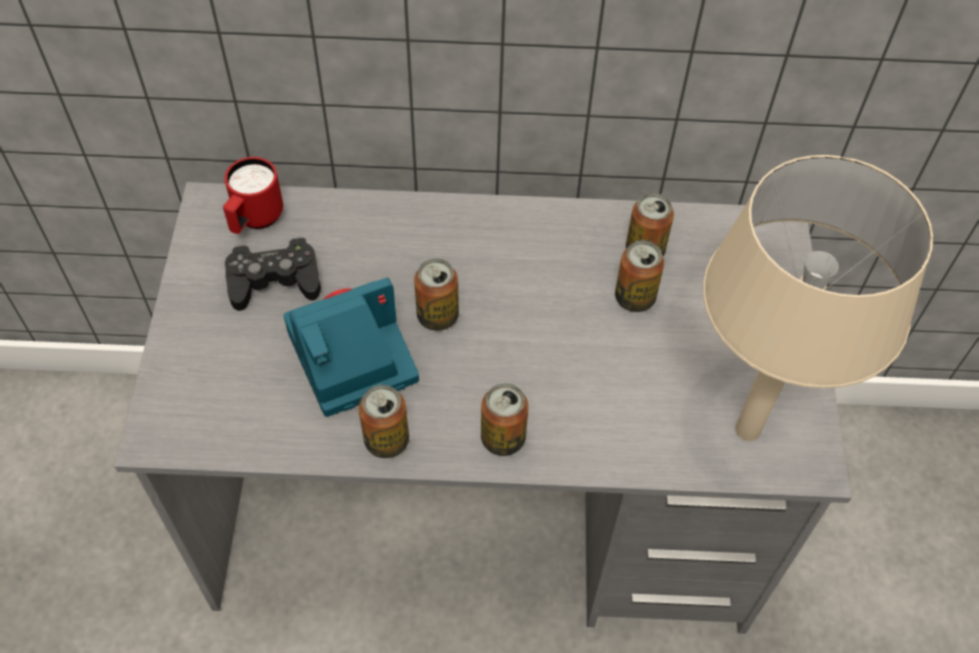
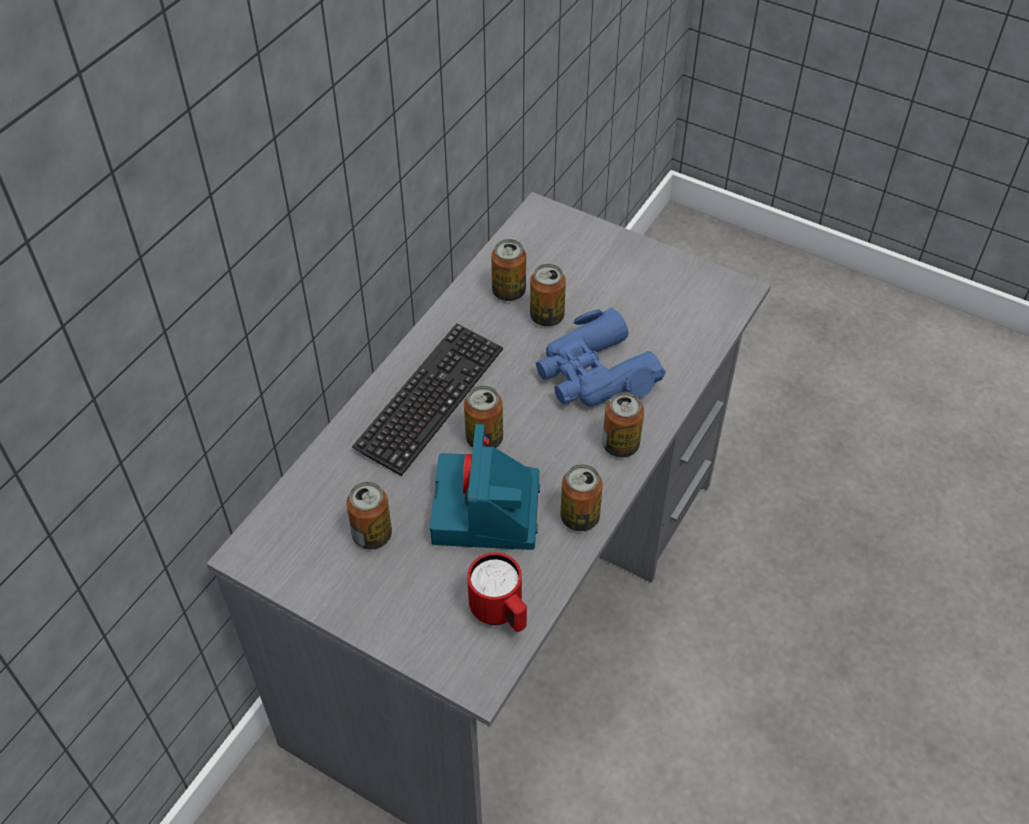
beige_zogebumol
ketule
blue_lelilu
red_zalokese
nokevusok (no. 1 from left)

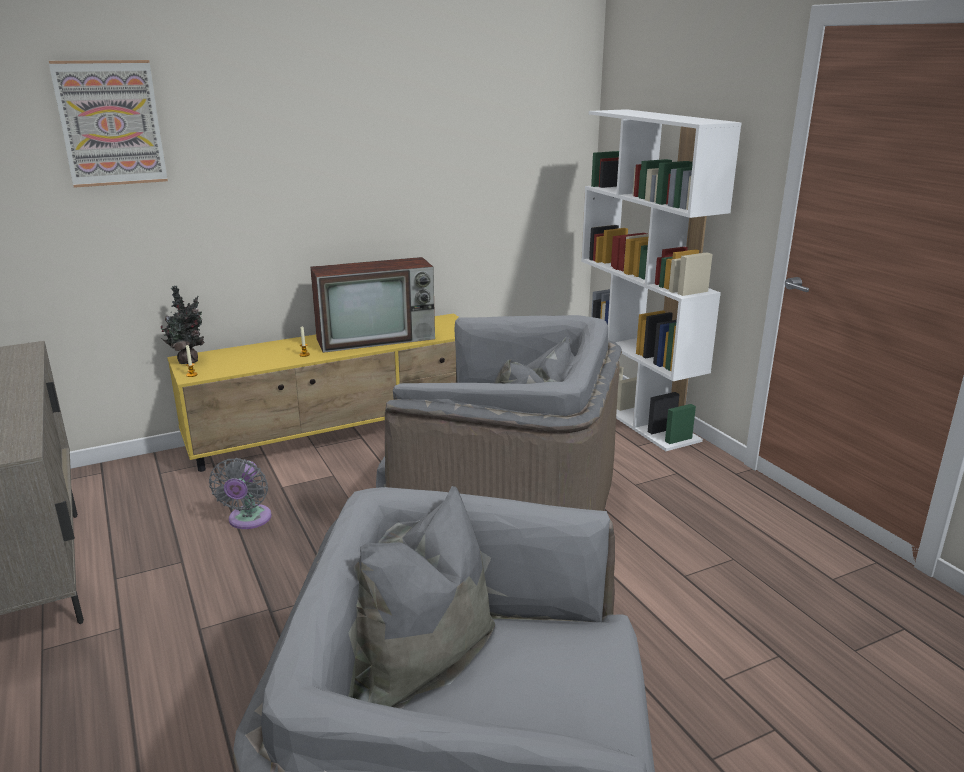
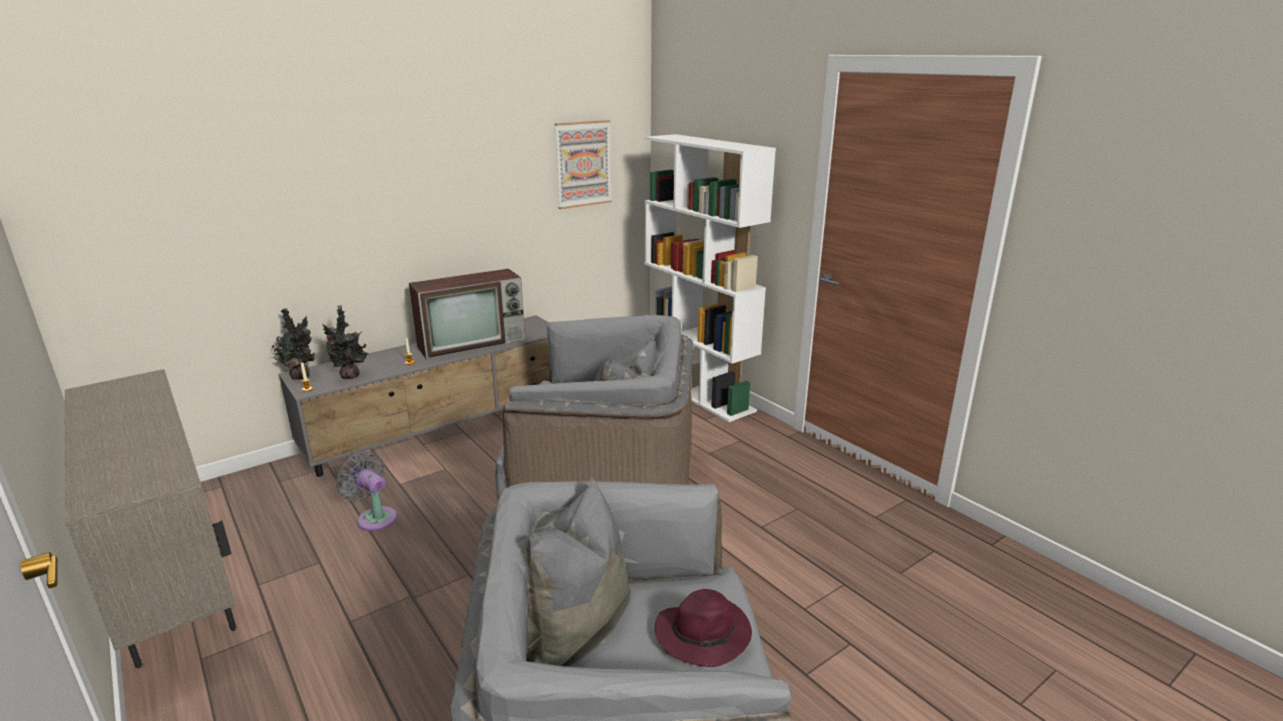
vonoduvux (no. 2 from left)
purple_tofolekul
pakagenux
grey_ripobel
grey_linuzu

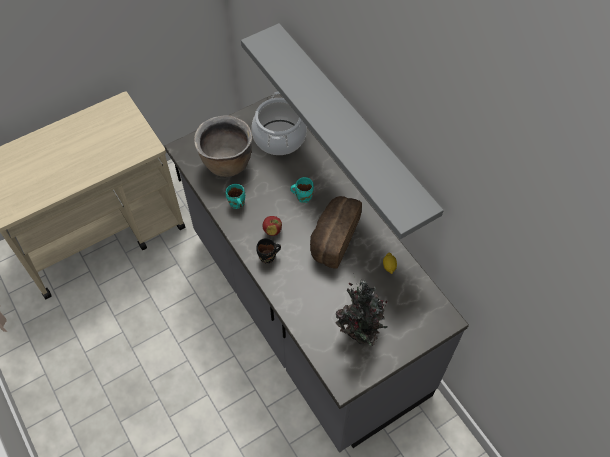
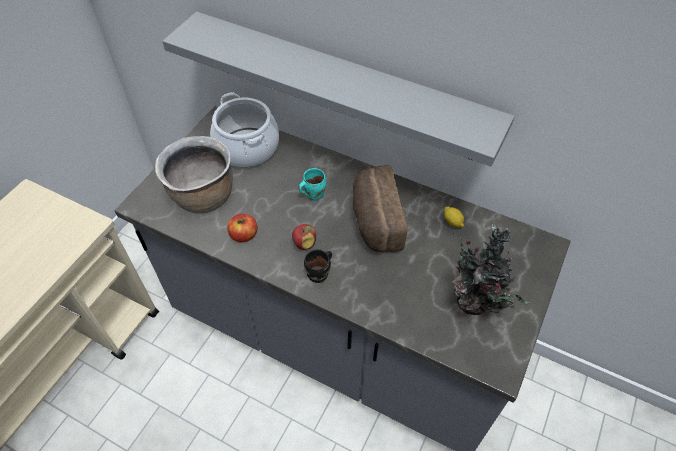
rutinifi (no. 1 from left)

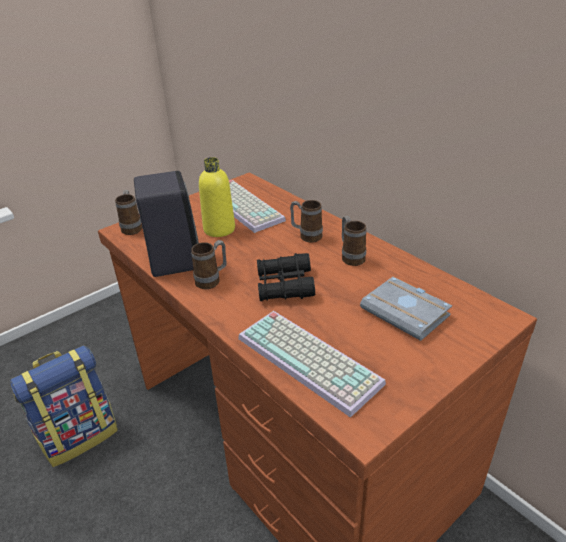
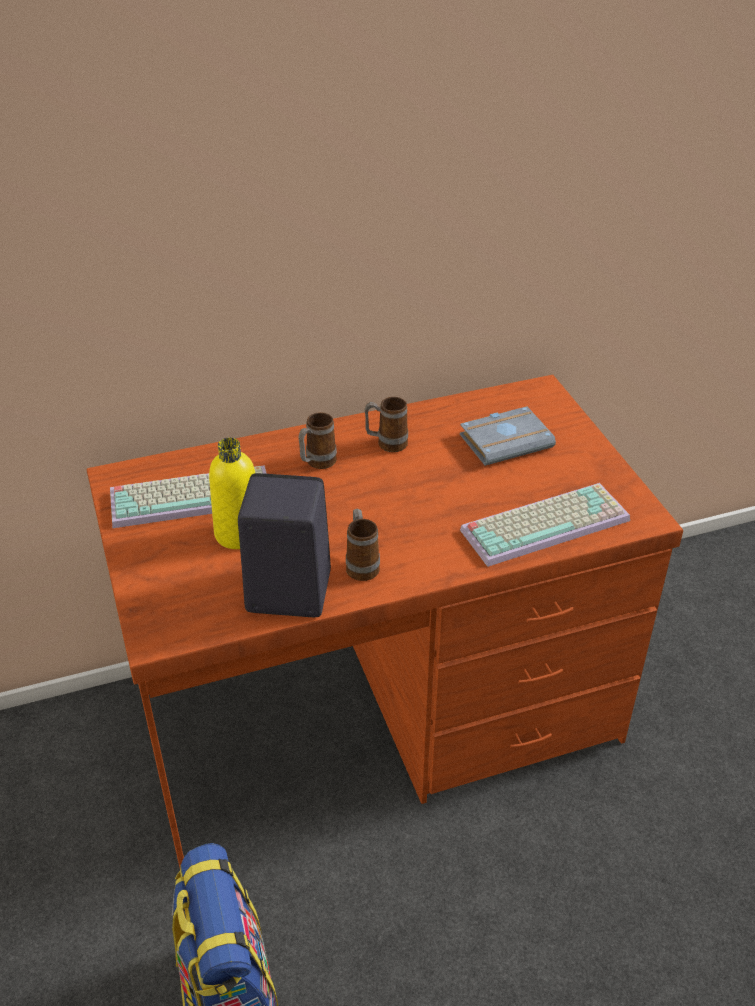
zalokese (no. 1 from left in the first image)
black_lelilu

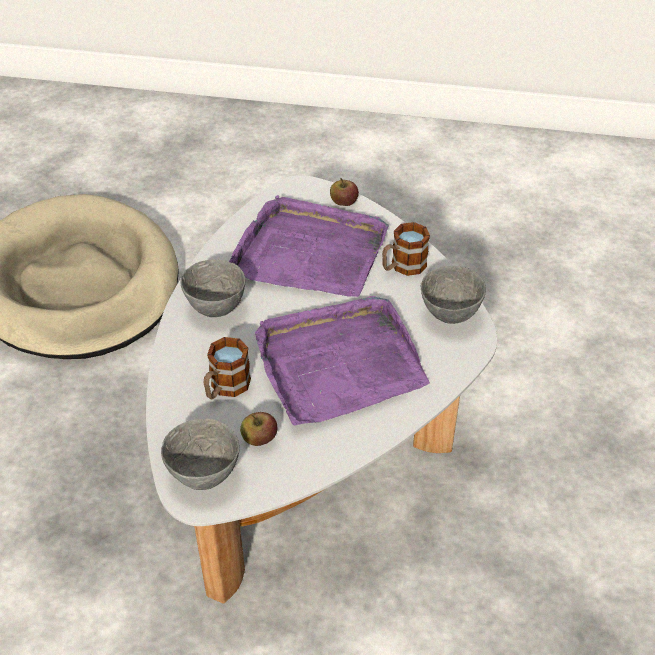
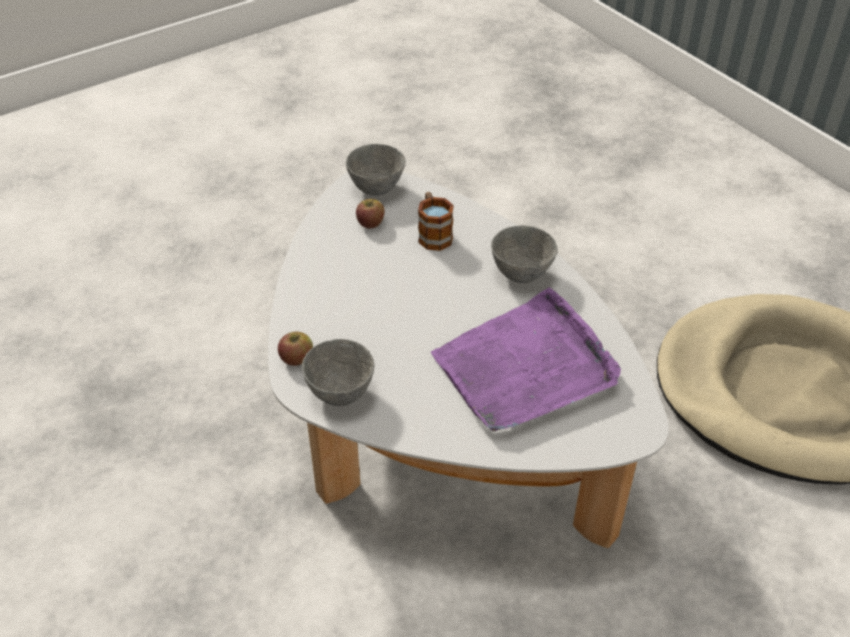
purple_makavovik (no. 2 from left in the first image)
zalokese (no. 2 from left in the first image)
rutinifi (no. 1 from left)

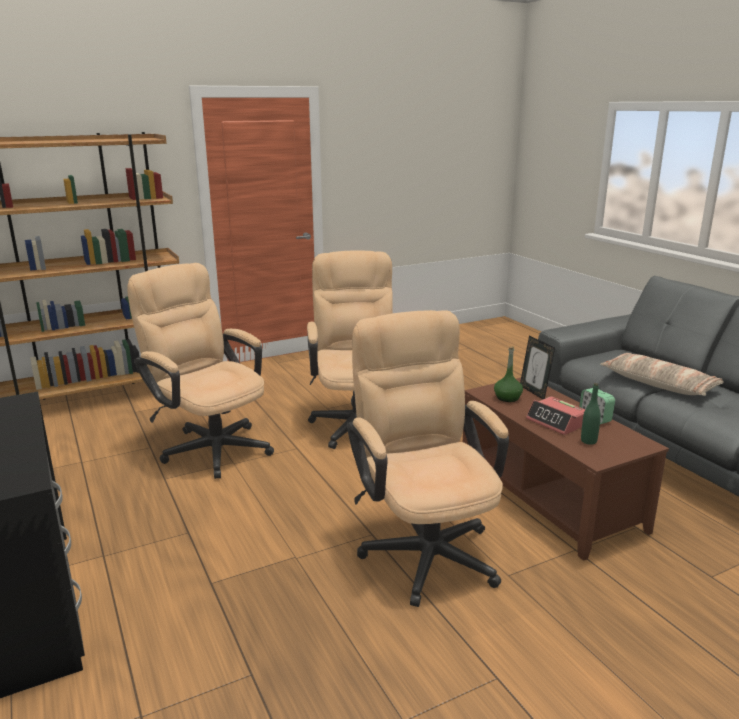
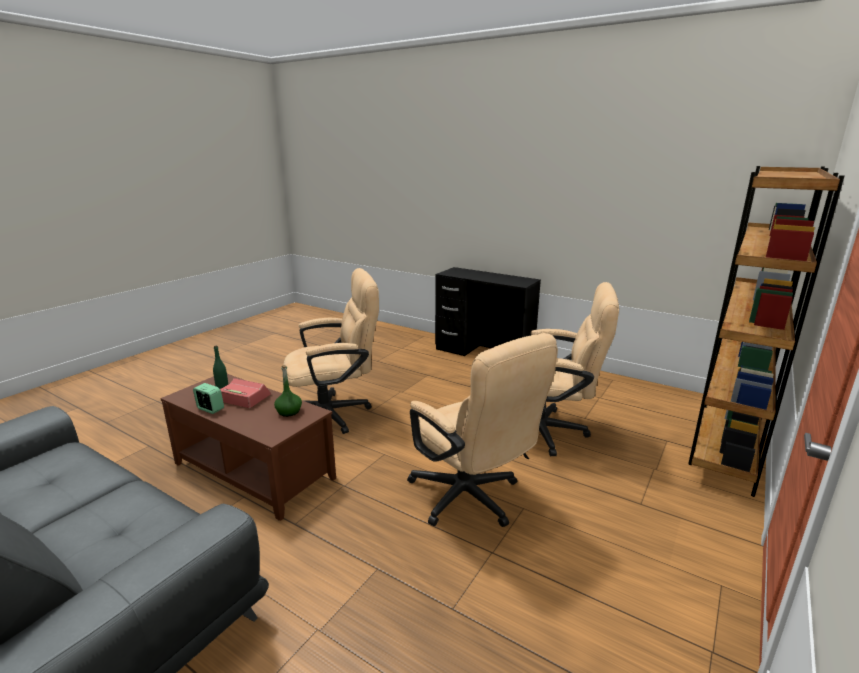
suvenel
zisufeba
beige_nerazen (no. 1 from left)

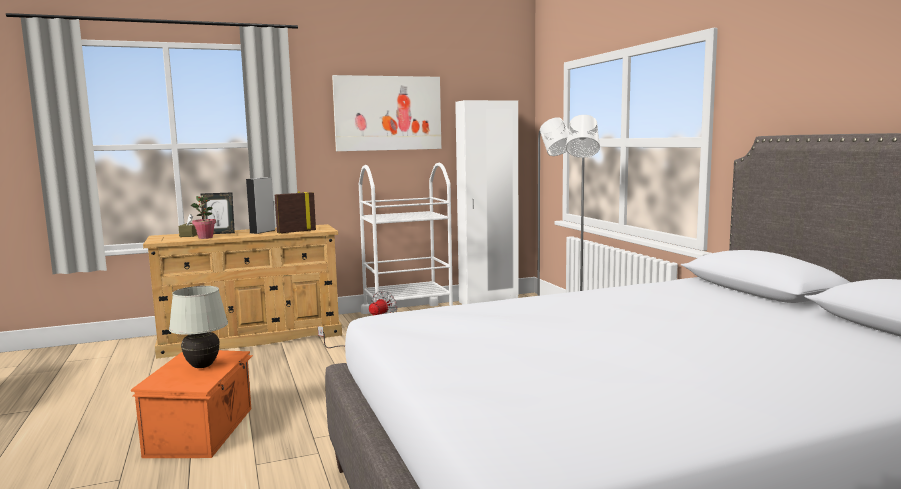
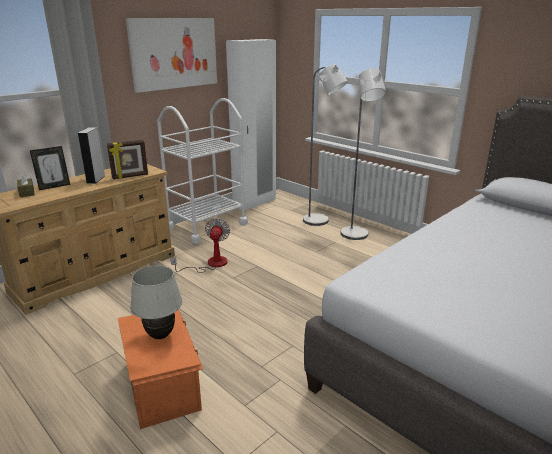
vonoduvux
suvenel (no. 2 from left)

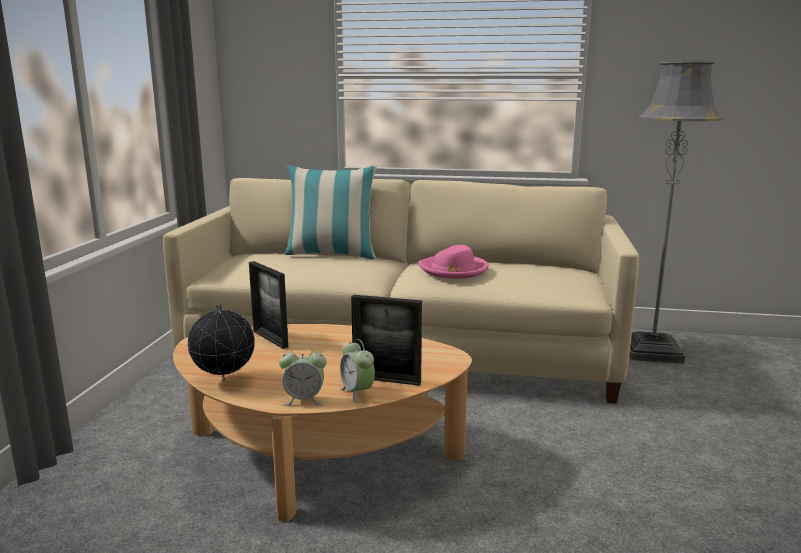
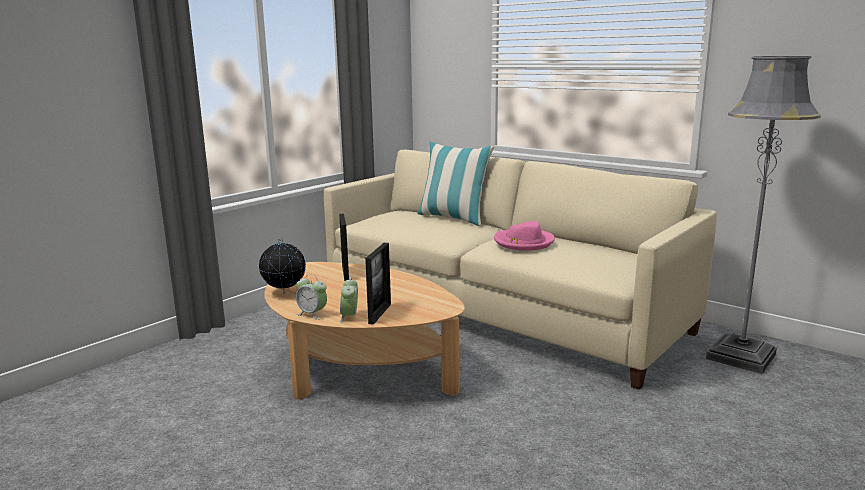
suvenel (no. 2 from left)

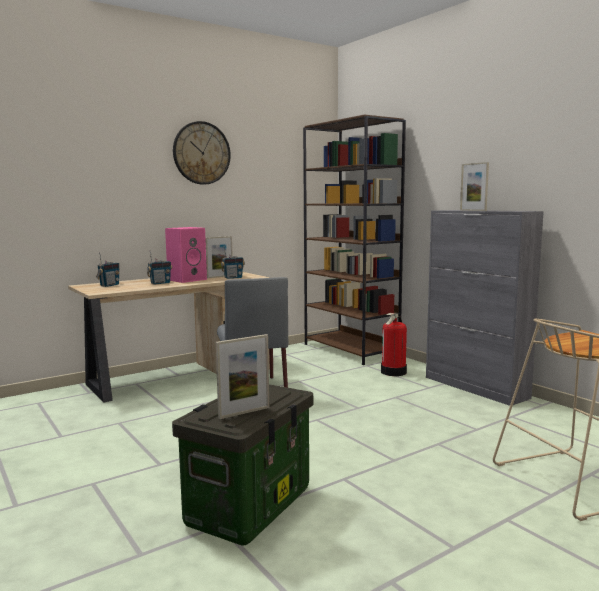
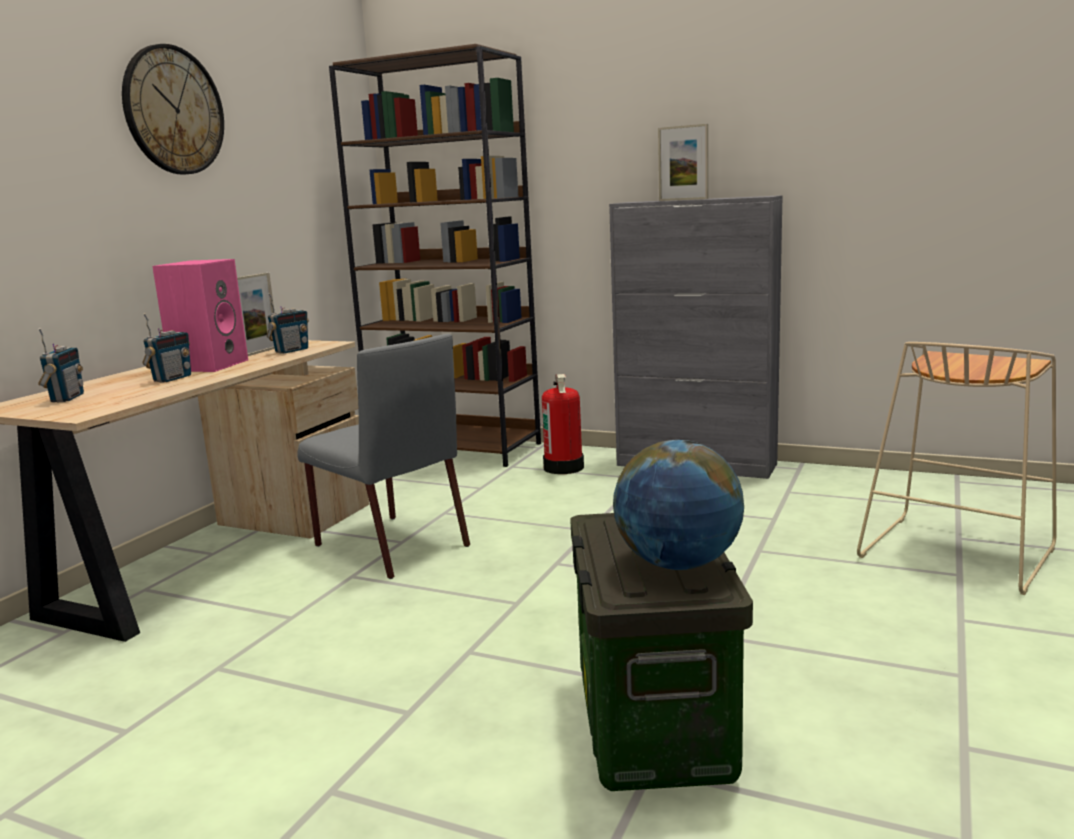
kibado

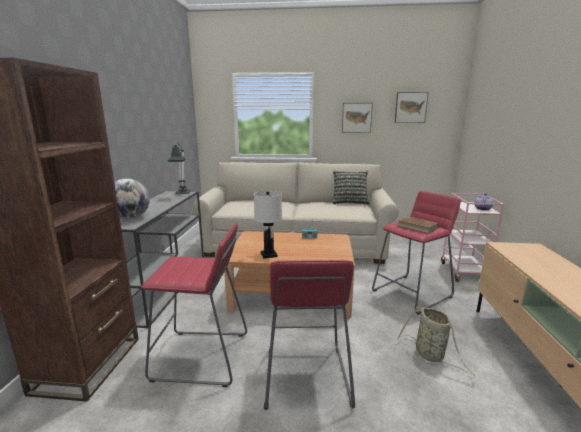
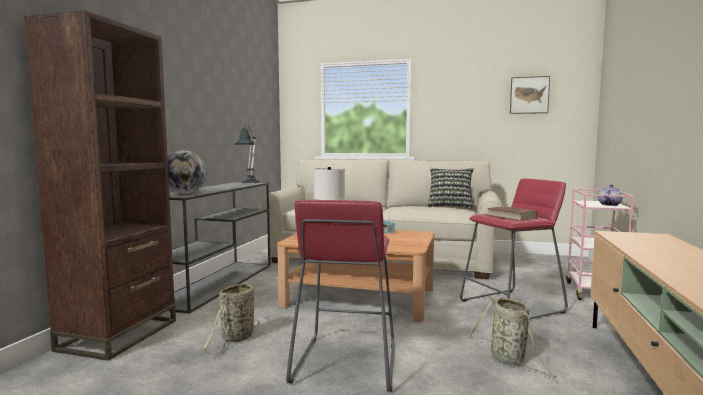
pakagenux (no. 1 from left in the first image)
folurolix (no. 1 from left)

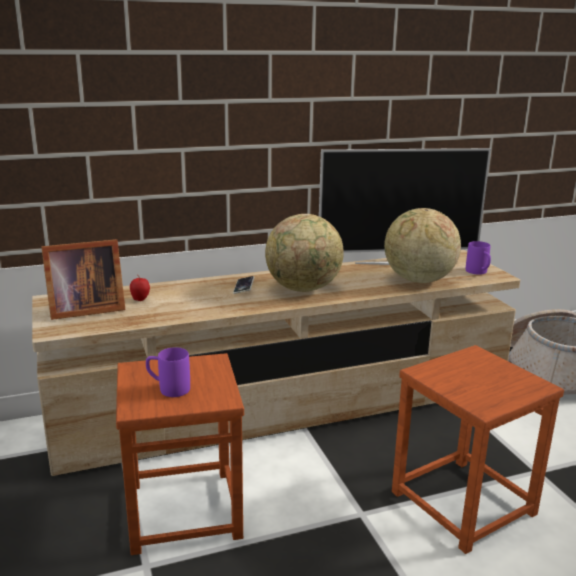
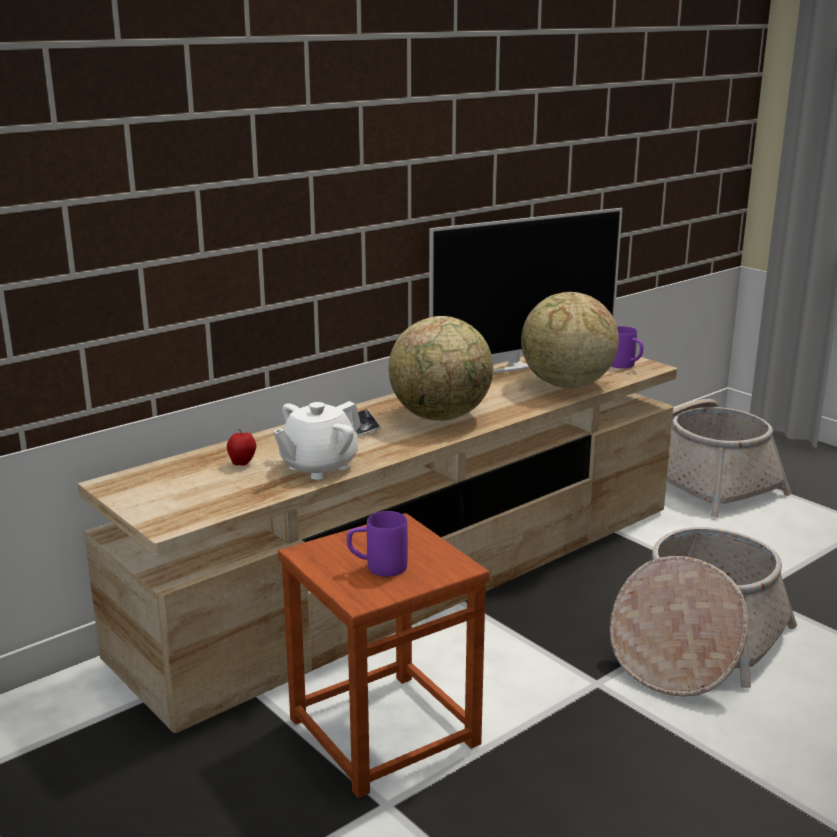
suvenel
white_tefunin
folurolix (no. 1 from left)

